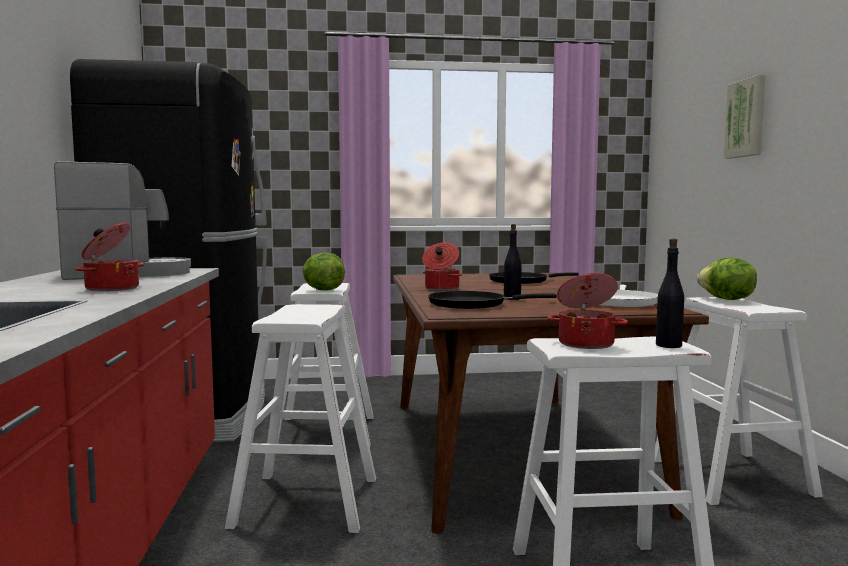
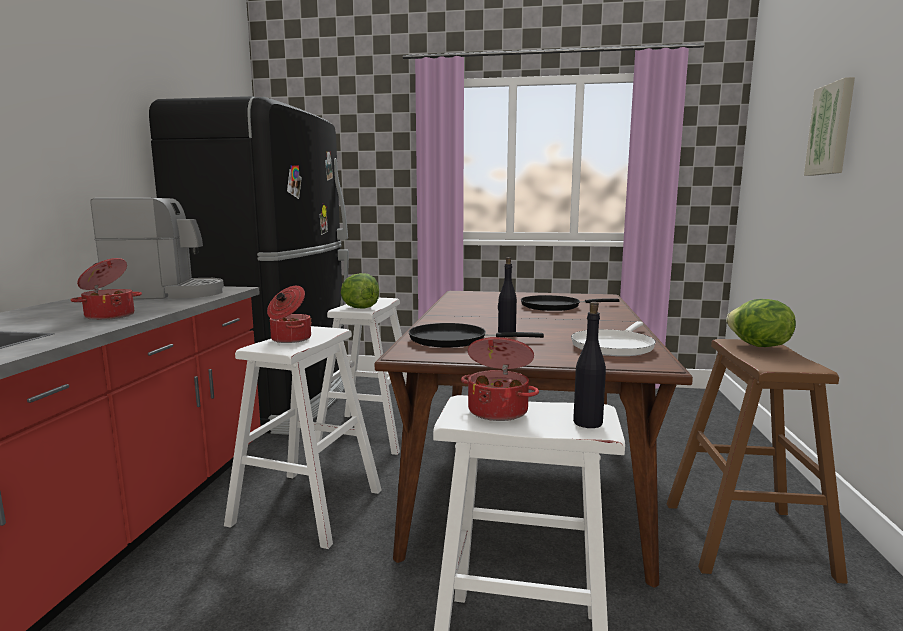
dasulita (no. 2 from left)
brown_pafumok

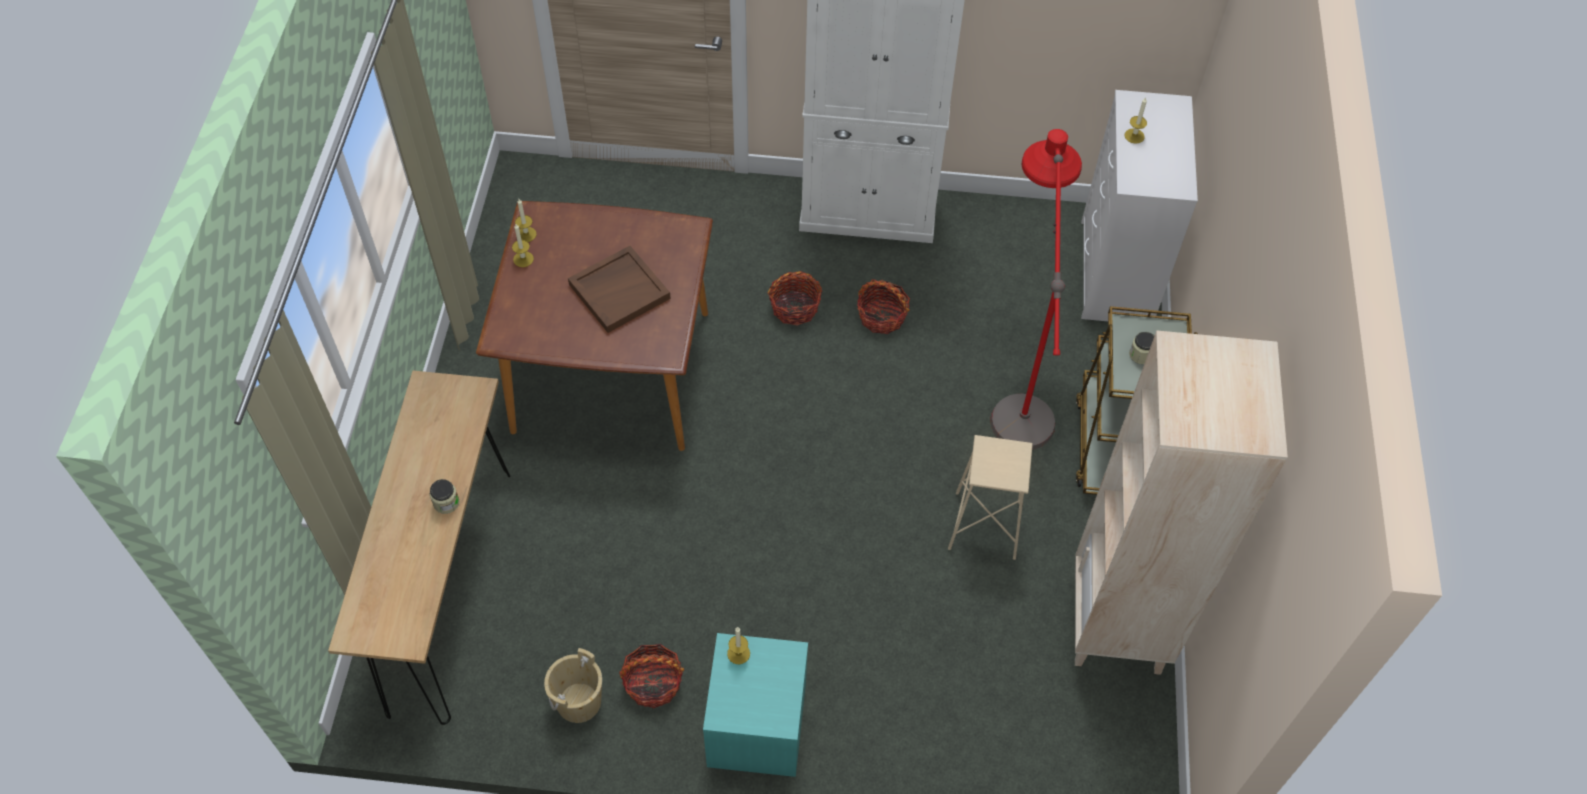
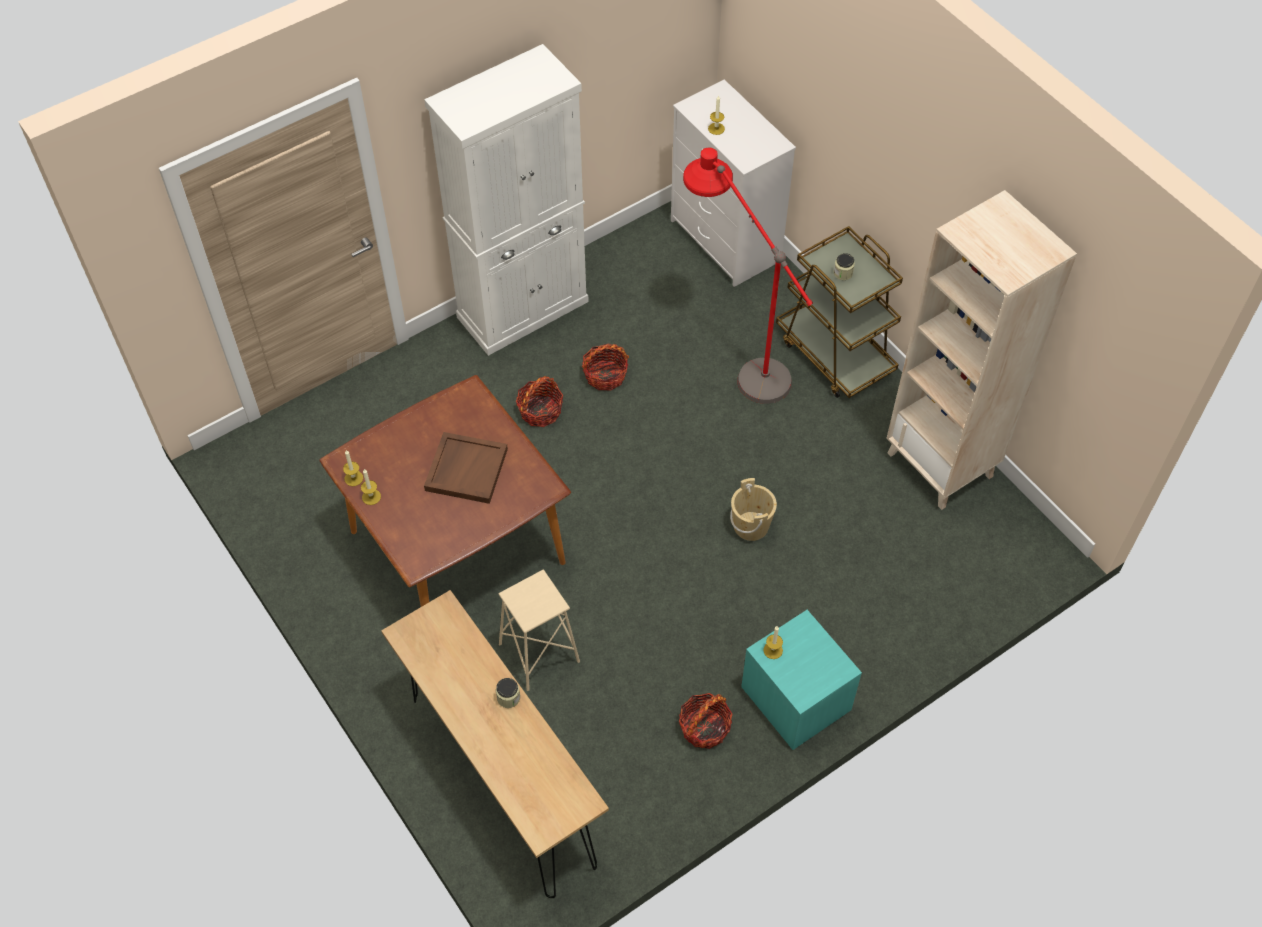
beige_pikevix
beige_pafumok

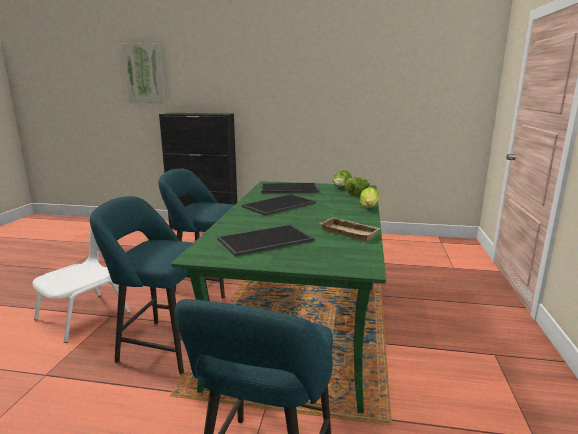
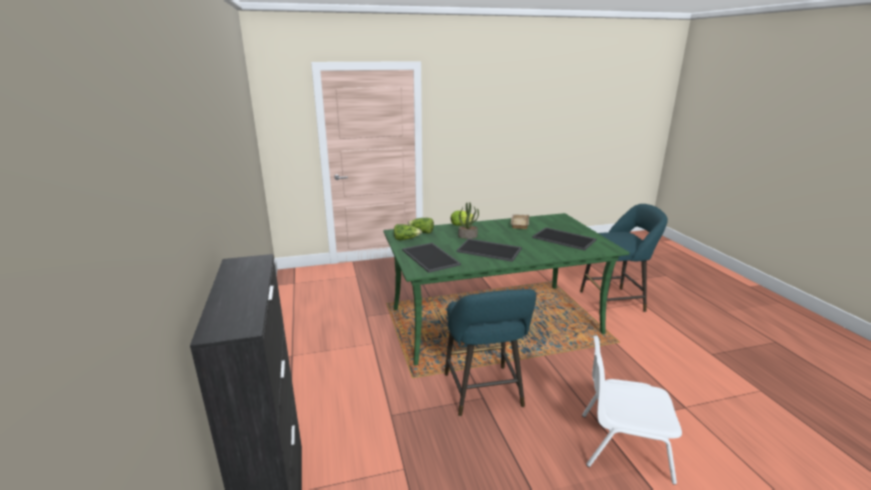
turquoise_pafumok (no. 1 from left in the first image)
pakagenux
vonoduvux

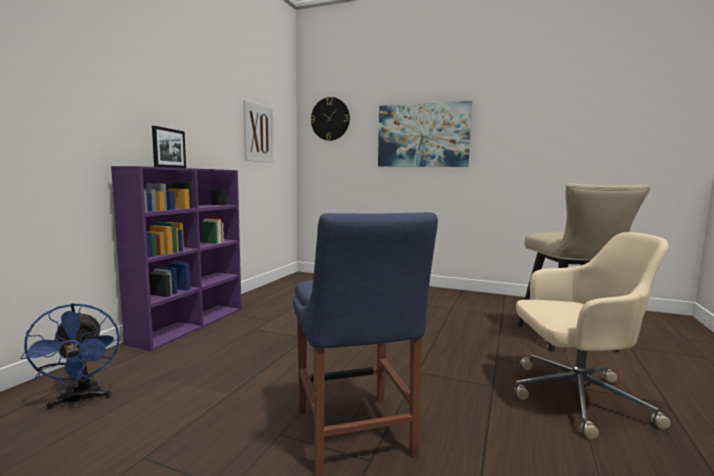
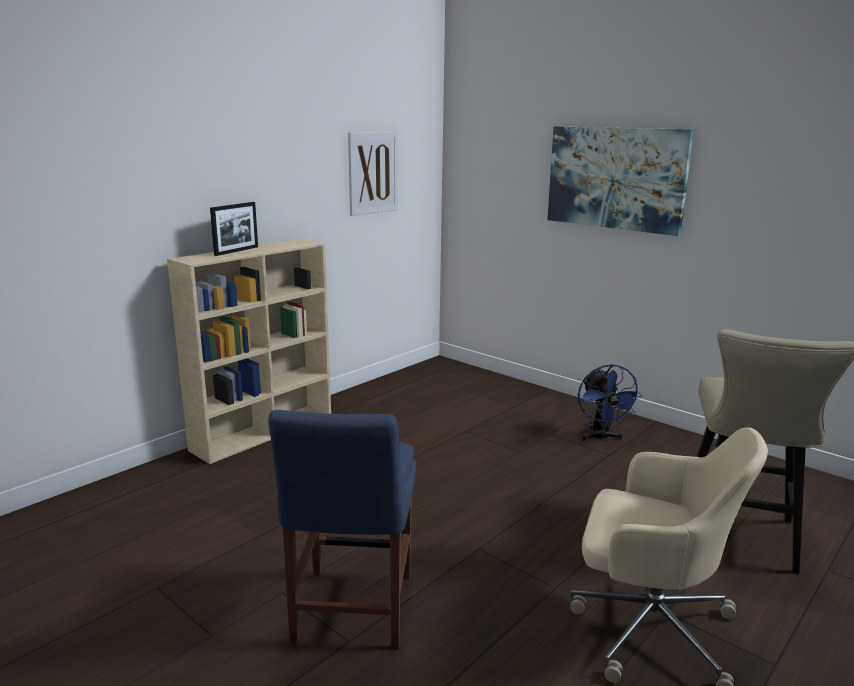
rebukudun
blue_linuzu
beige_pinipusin

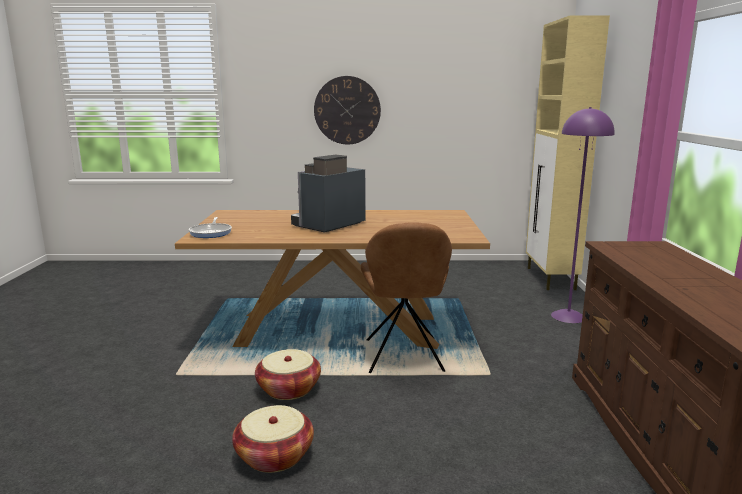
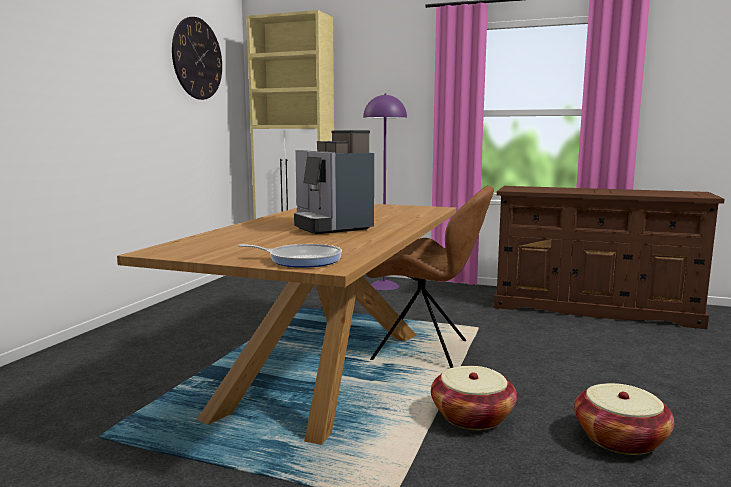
rebukudun

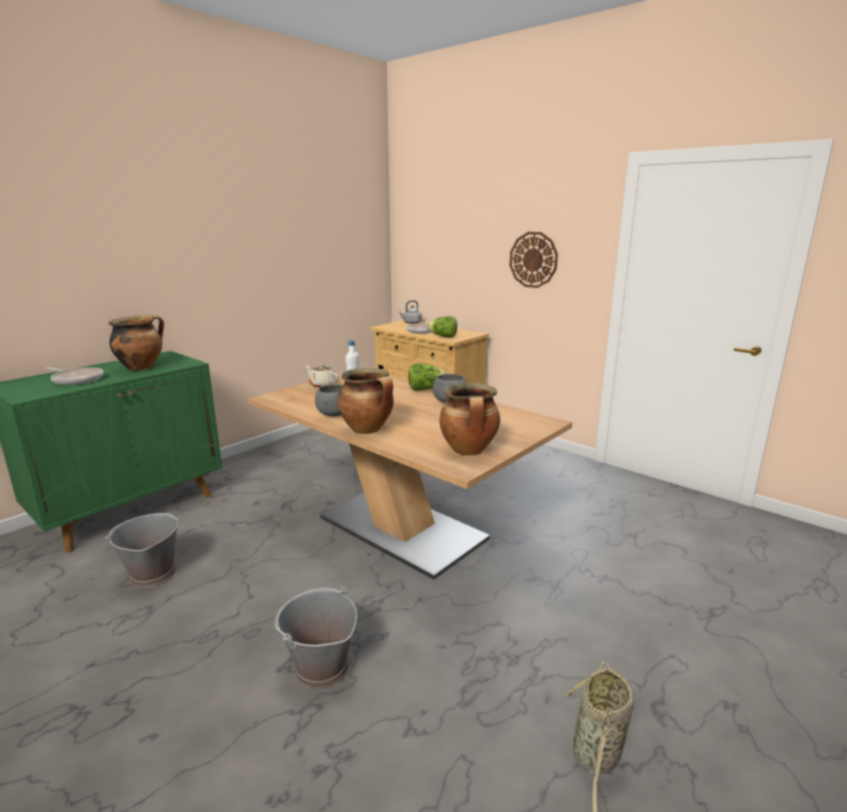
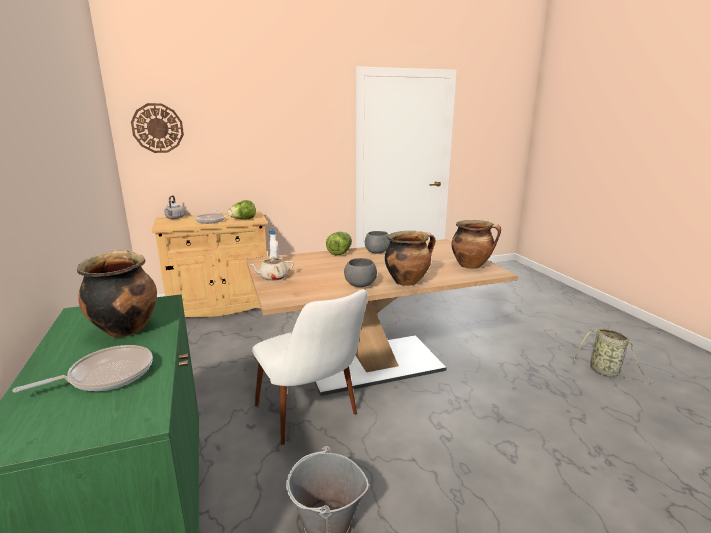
grey_pikevix (no. 2 from left in the first image)
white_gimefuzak
rebukudun

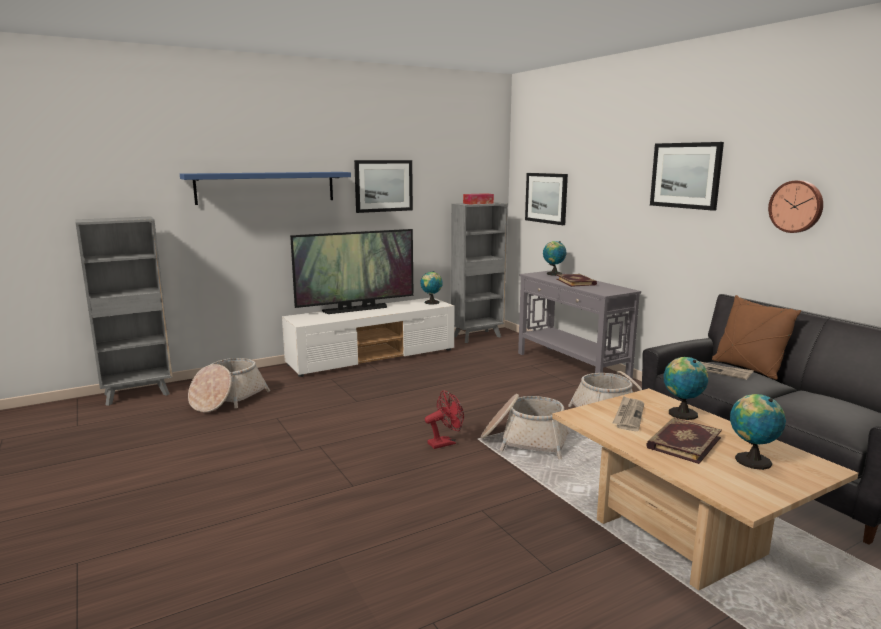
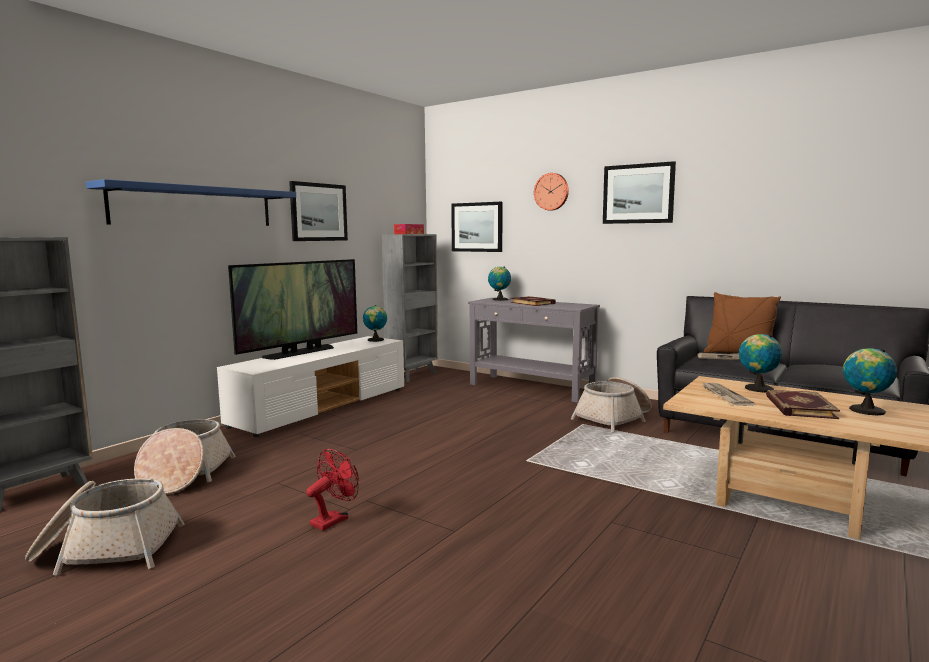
red_linuzu
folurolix (no. 1 from left)
rebukudun

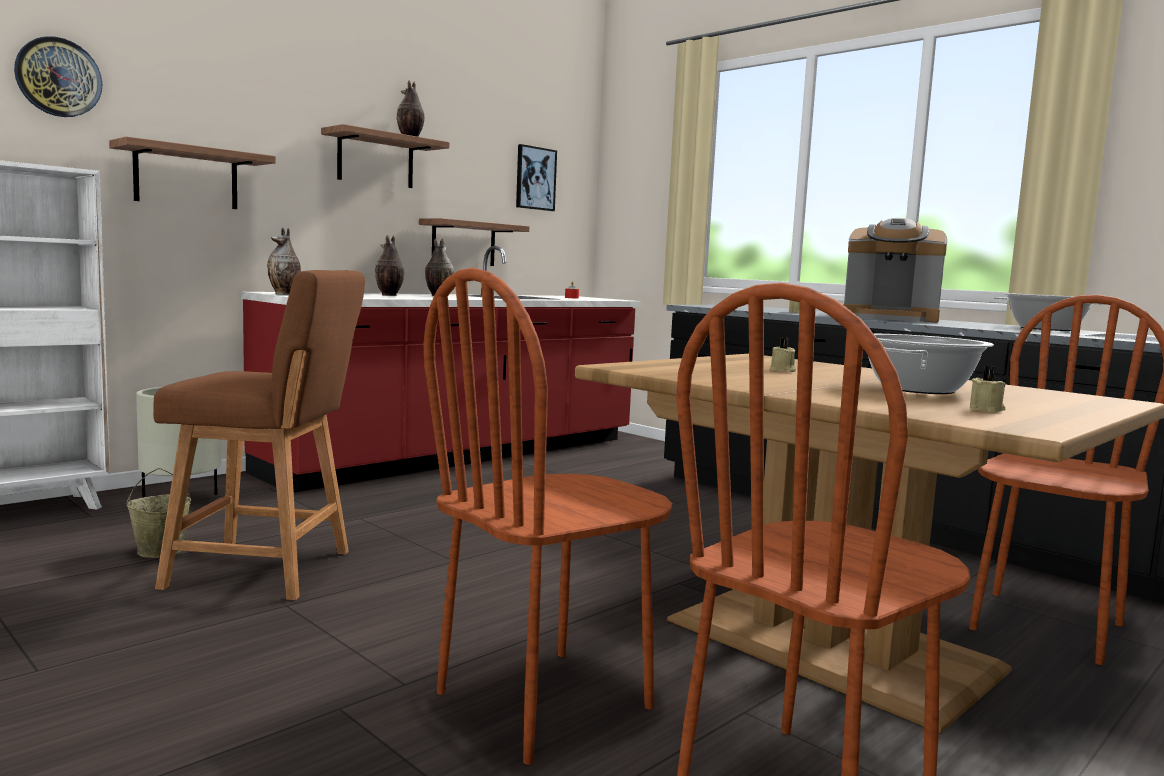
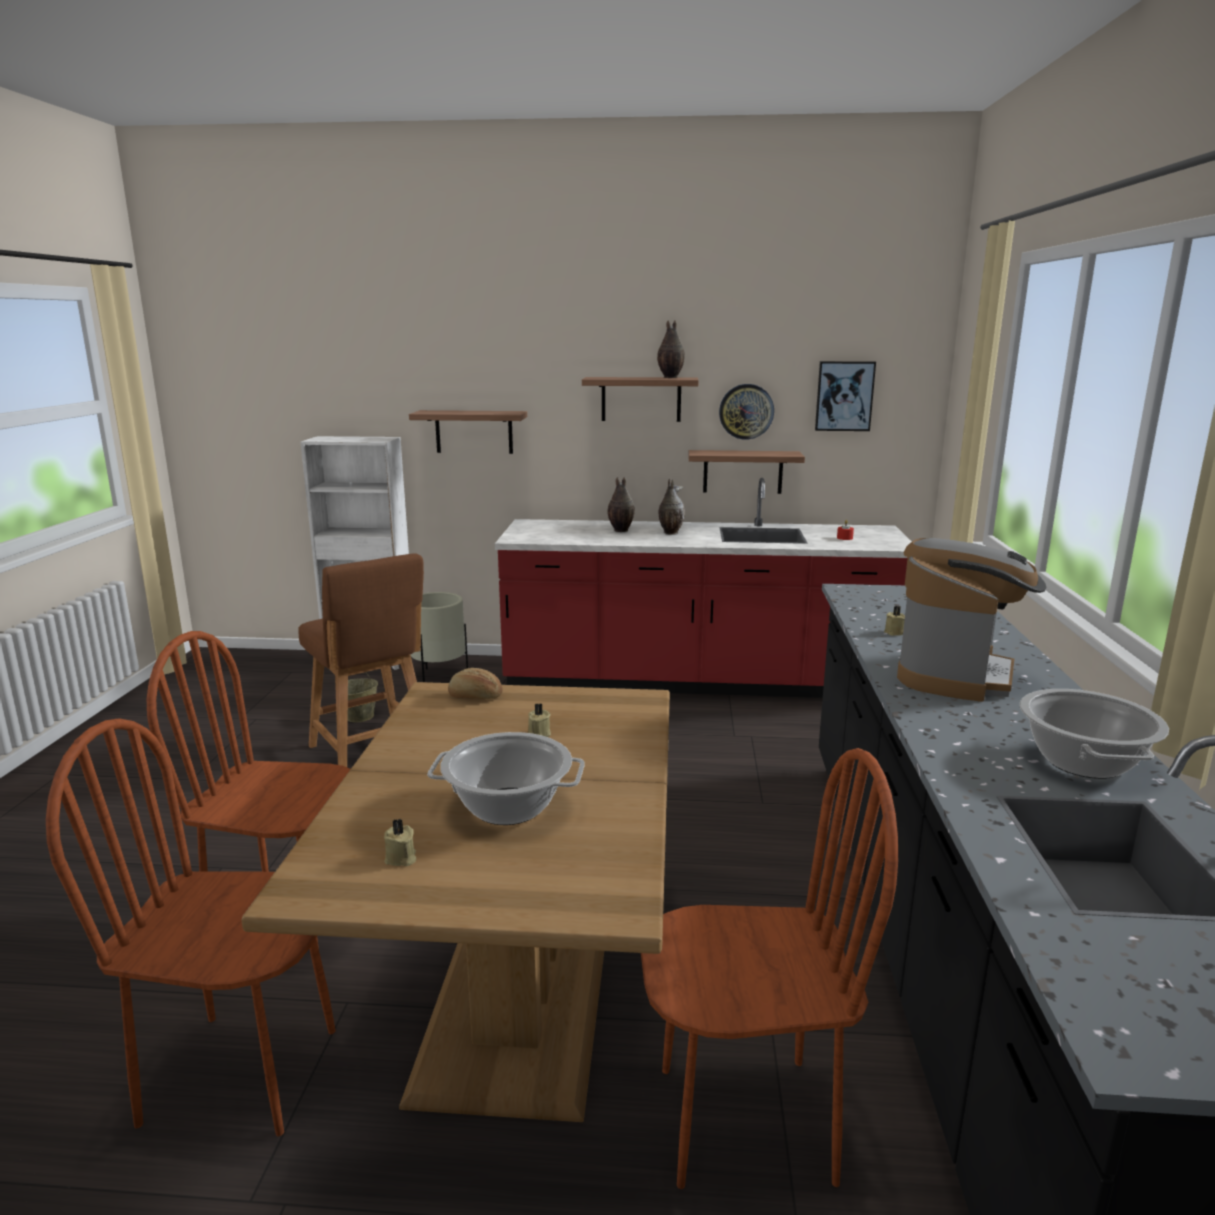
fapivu (no. 1 from left in the first image)
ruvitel
rebukudun
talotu

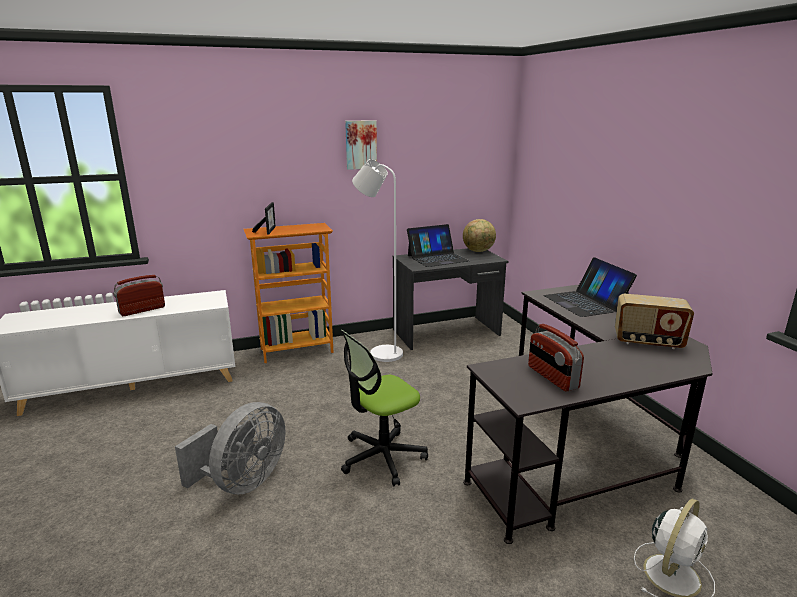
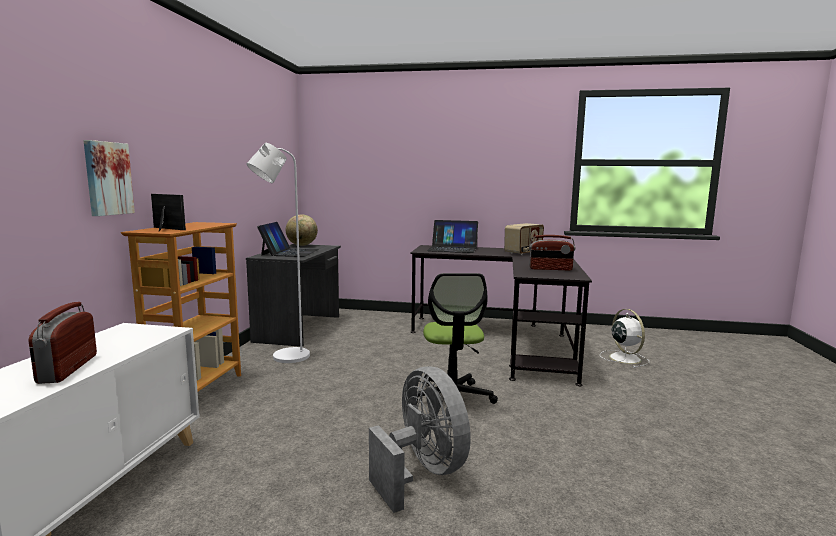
pakagenux

